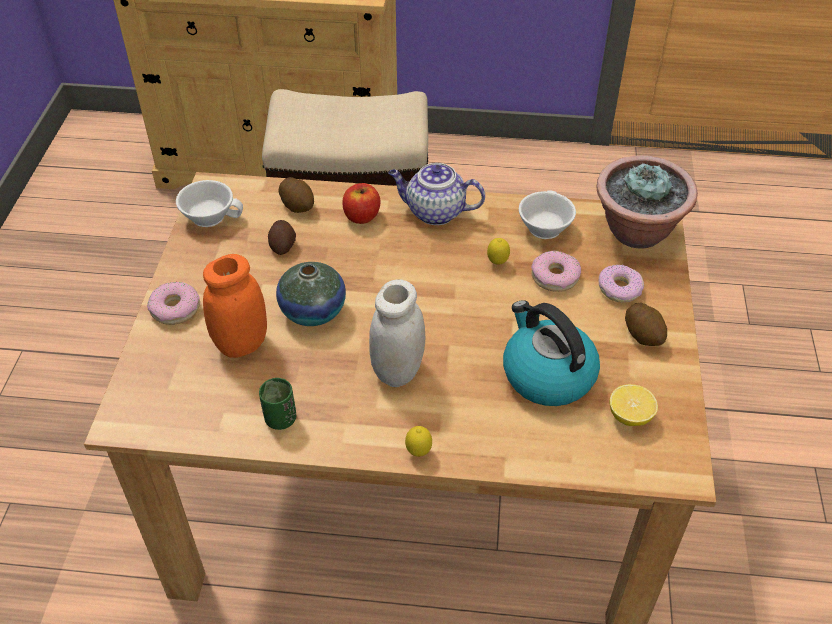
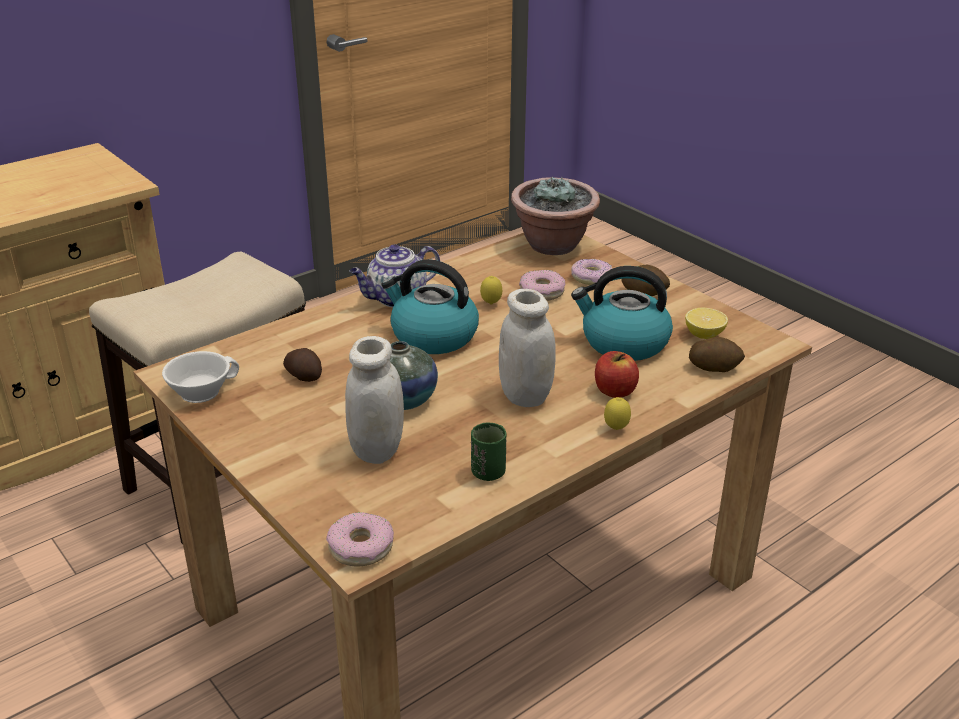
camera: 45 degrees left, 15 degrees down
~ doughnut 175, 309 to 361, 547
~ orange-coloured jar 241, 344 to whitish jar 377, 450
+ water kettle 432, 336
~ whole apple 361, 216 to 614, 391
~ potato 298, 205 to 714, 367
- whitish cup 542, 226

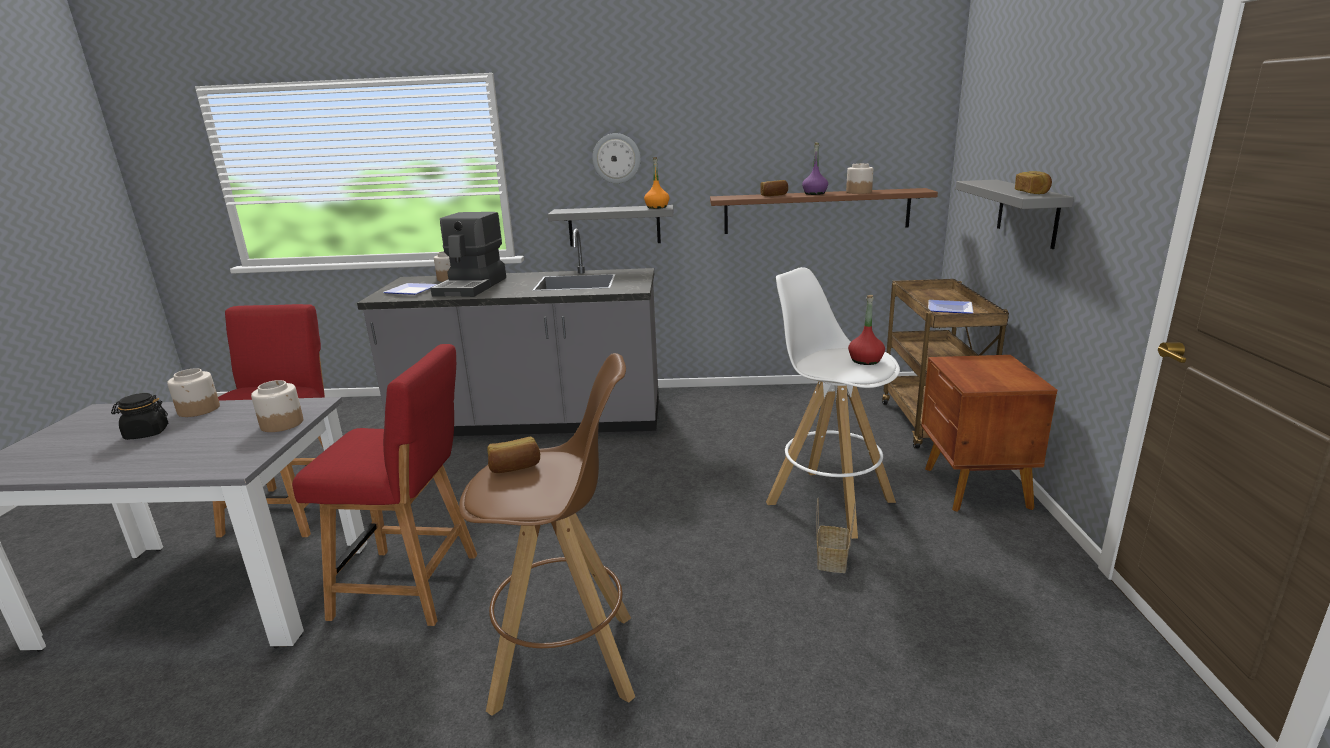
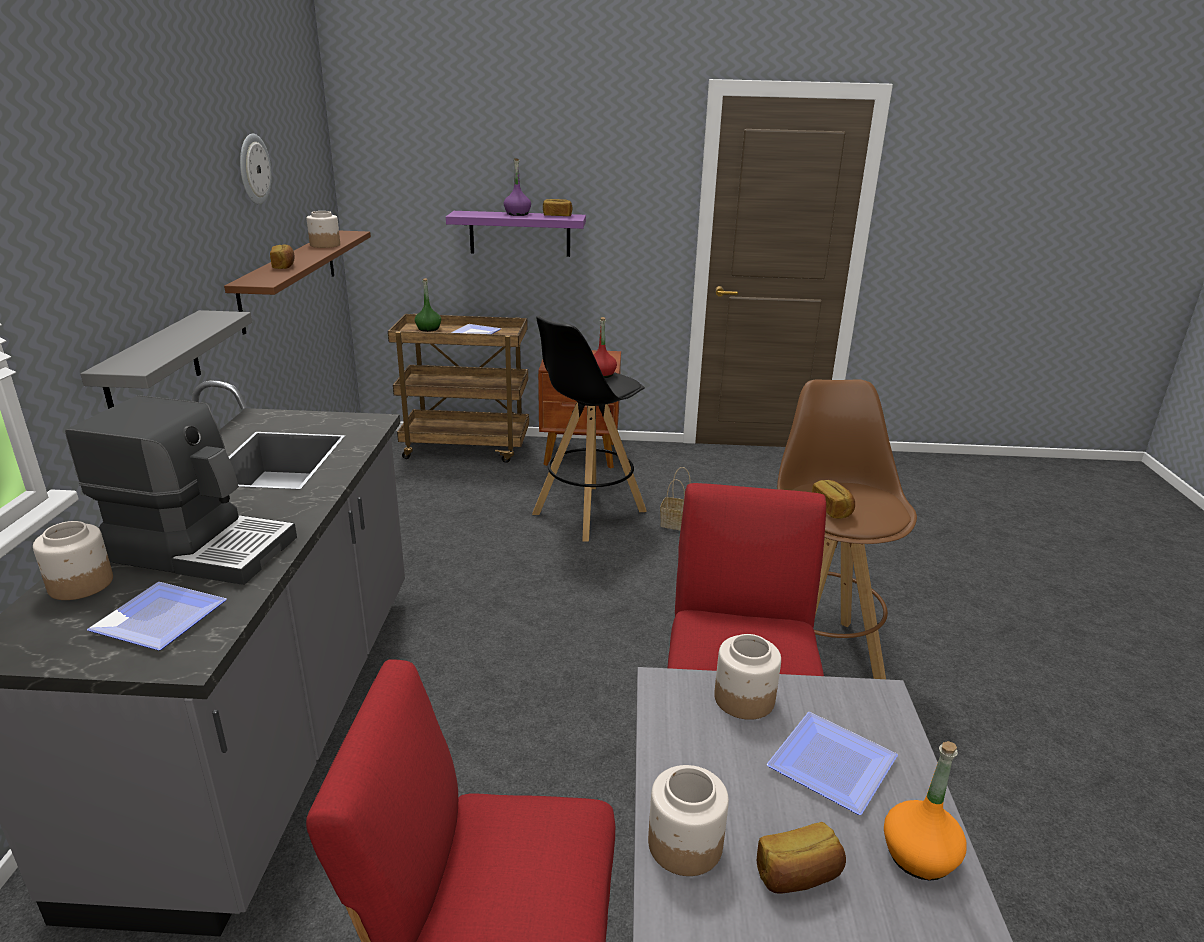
camera: 90 degrees left, 5 degrees up
~ hanging clock 616, 158 to 253, 169
+ green-coloured drink bottle 428, 329
~ greyish bracket shelf 1027, 212 to purple-coloured bracket shelf 520, 233
~ purple-coloured drink bottle 815, 193 to 517, 214
~ whitish sitting stool 828, 501 to black sitting stool 588, 512
~ black jar 146, 433 to bread 798, 876
+ plate 833, 769
~ orange-coloured drink bottle 657, 207 to 918, 856

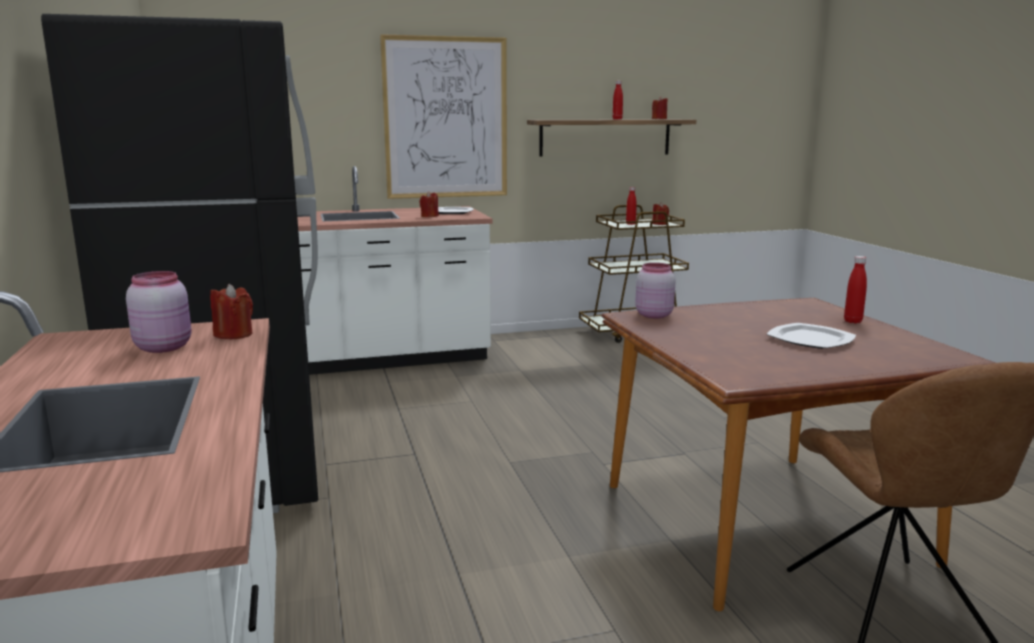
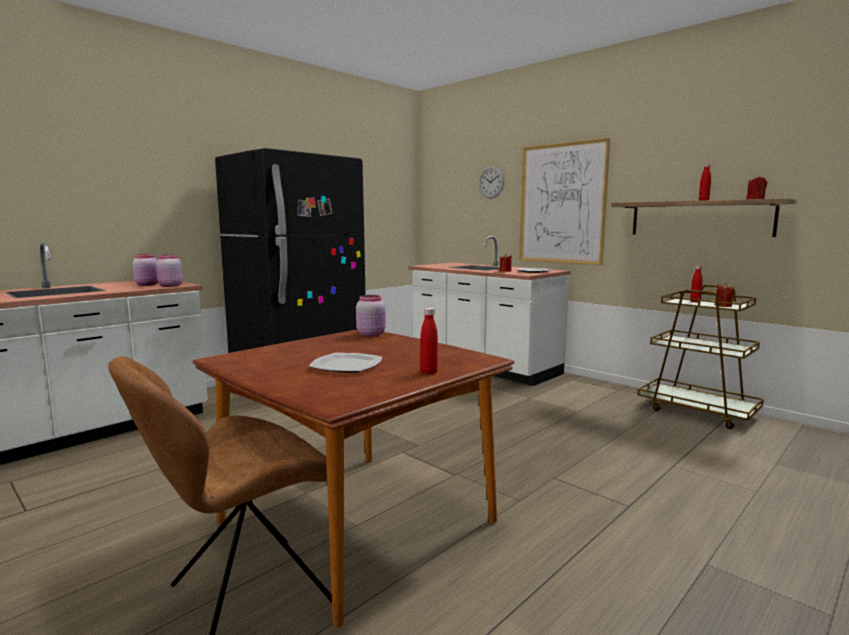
camera: 60 degrees right, 5 degrees down
~ red-coloured wax light 233, 334 to pink jar 169, 286
+ hanging clock 491, 182

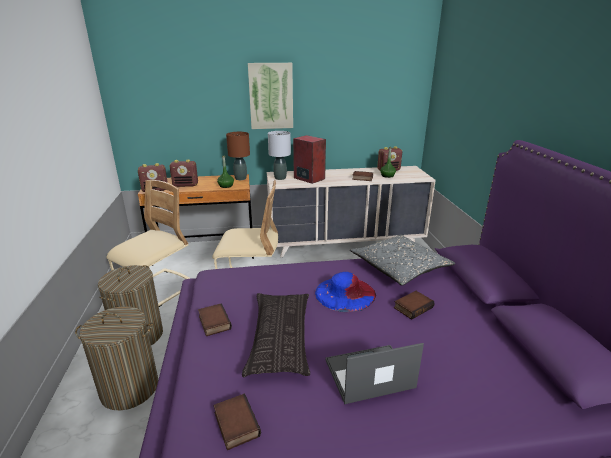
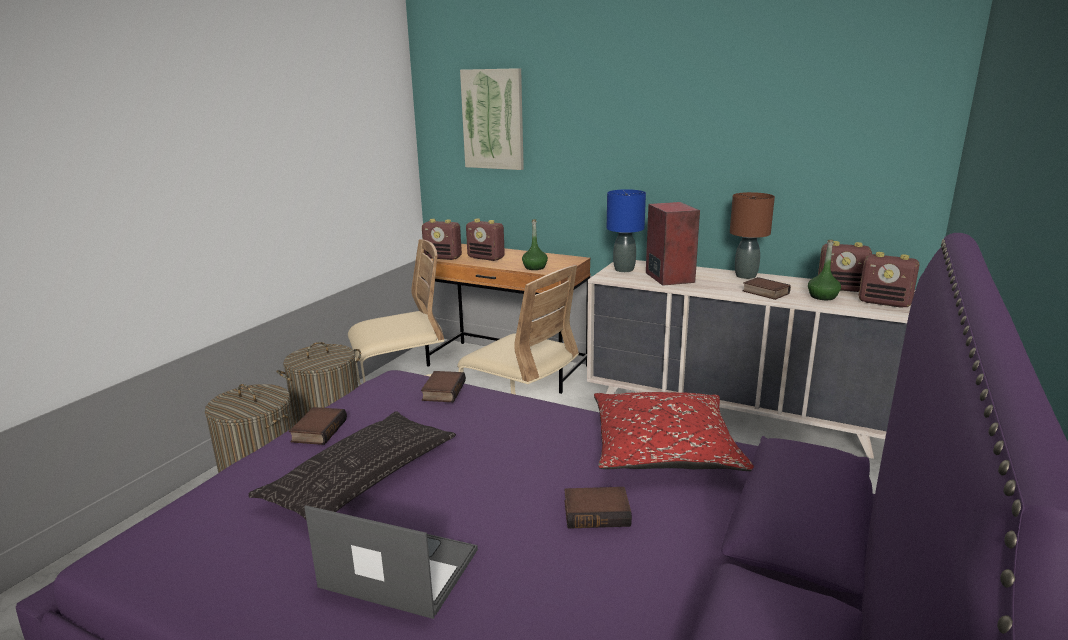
camera: 35 degrees right, 5 degrees down
~ book 235, 424 to 442, 391
~ wall art 271, 96 to 493, 119
~ greyish cushion 399, 268 to red-coloured cushion 664, 450
~ greyish lamp for a table 280, 178 to blue-coloured lamp for a table 624, 269
~ brownish lamp for a table 240, 178 to 745, 276
+ radio set 885, 303
- blue-coloured wearable hat 345, 293

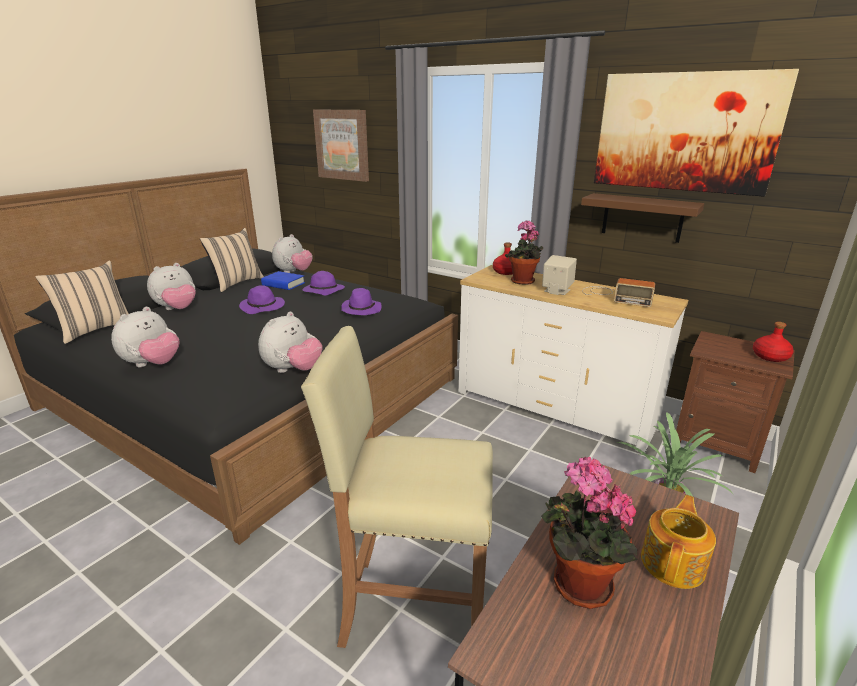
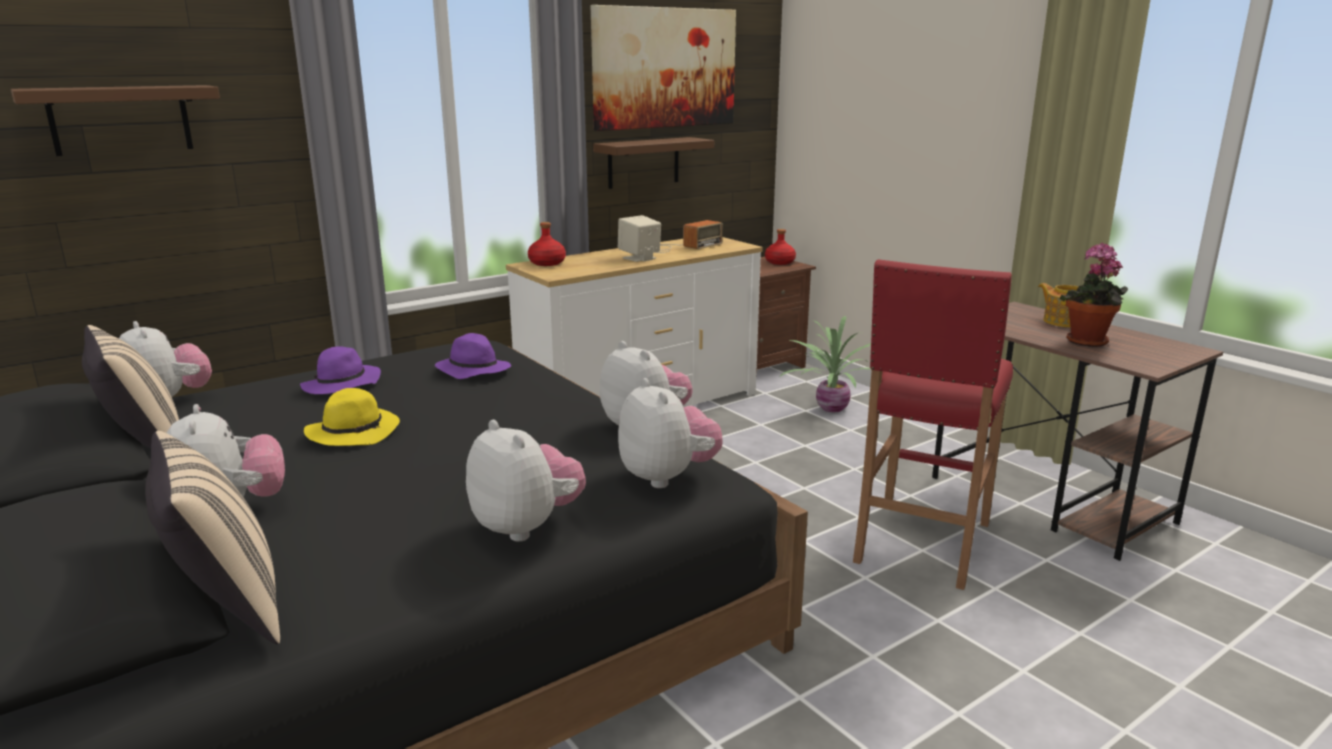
camera: 70 degrees left, 5 degrees down
~ wall art 342, 145 to brownish bracket shelf 120, 119
~ purple-coloured wearable hat 263, 307 to yellowish wearable hat 354, 432
+ cuddly toy 667, 477
~ sand-coloured sitting stool 413, 607 to red-coloured sitting stool 921, 543
- blue-coloured book 283, 284
- potted plant 522, 282

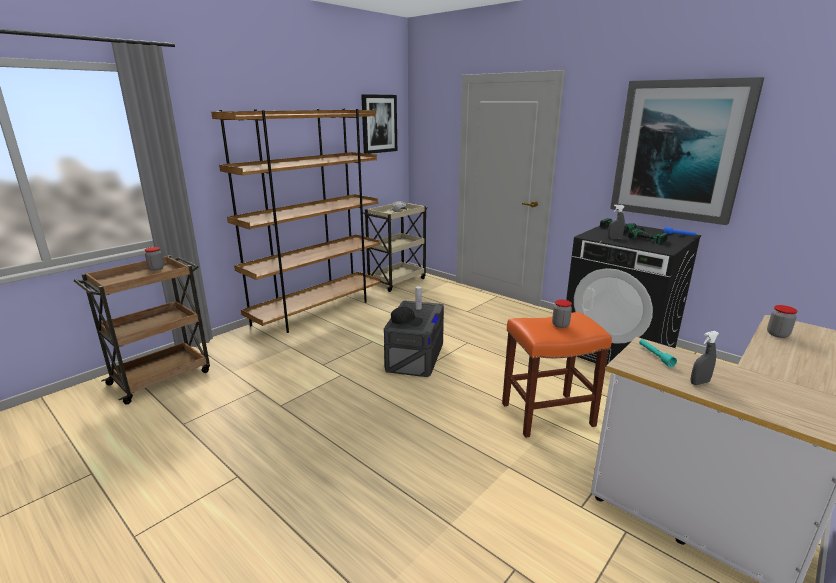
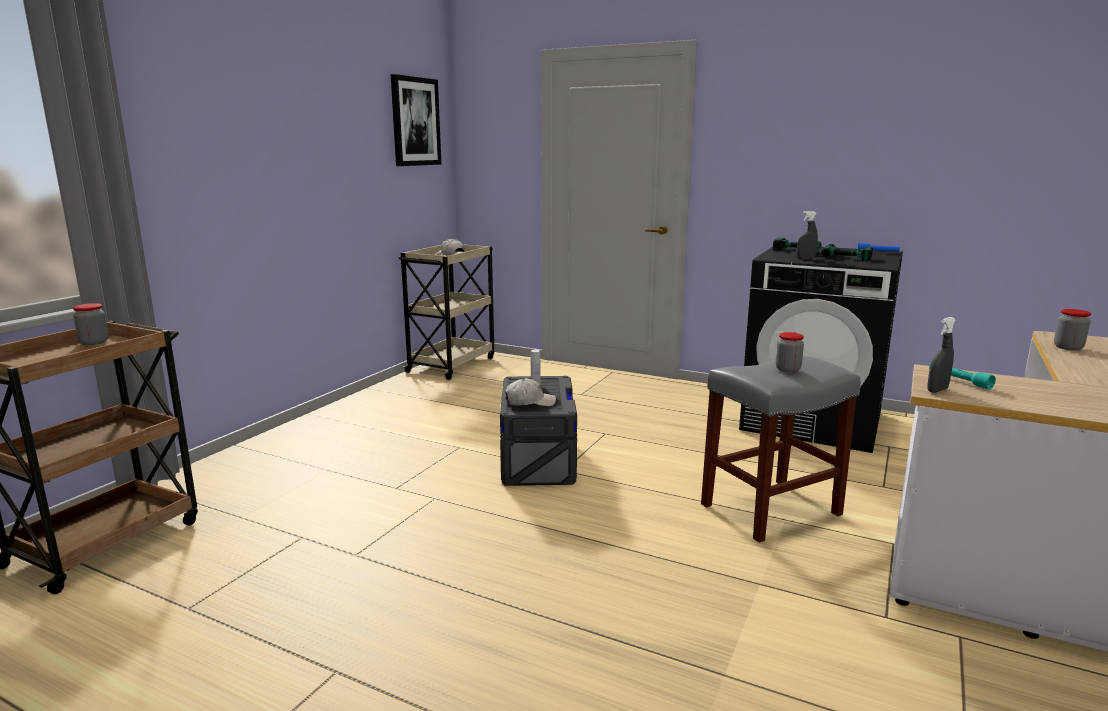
camera: 15 degrees left, 5 degrees down
~ black cap 406, 321 to whitish cap 530, 402
~ orange-coloured sitting stool 548, 414 to greyish sitting stool 771, 508
~ greyish spray bottle 699, 383 to 937, 390
- brownish bookshelf 317, 310
- wall art 679, 150

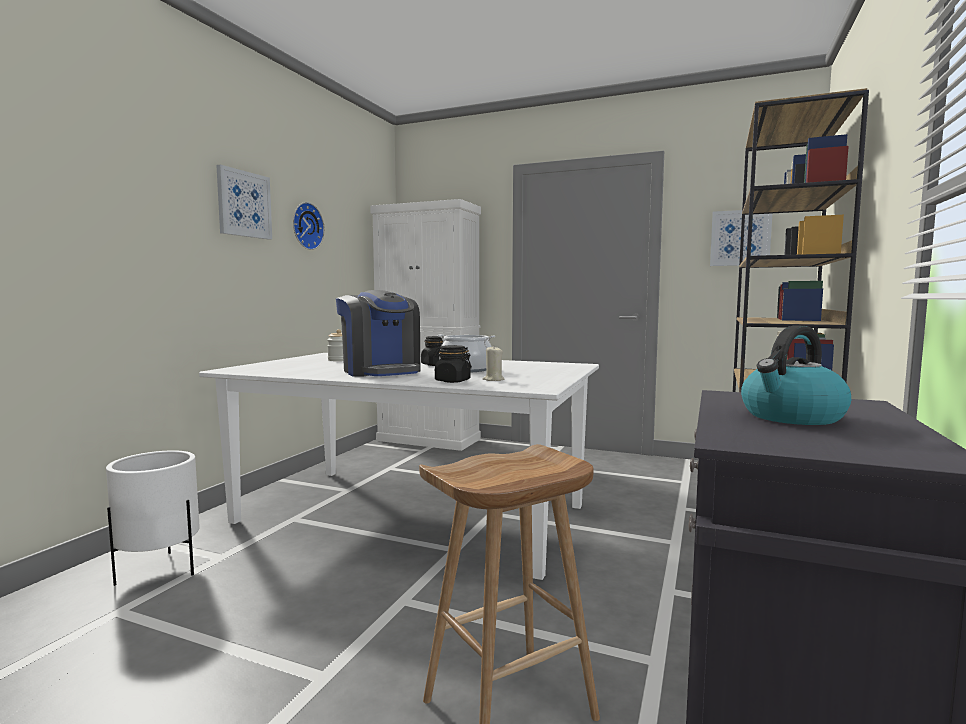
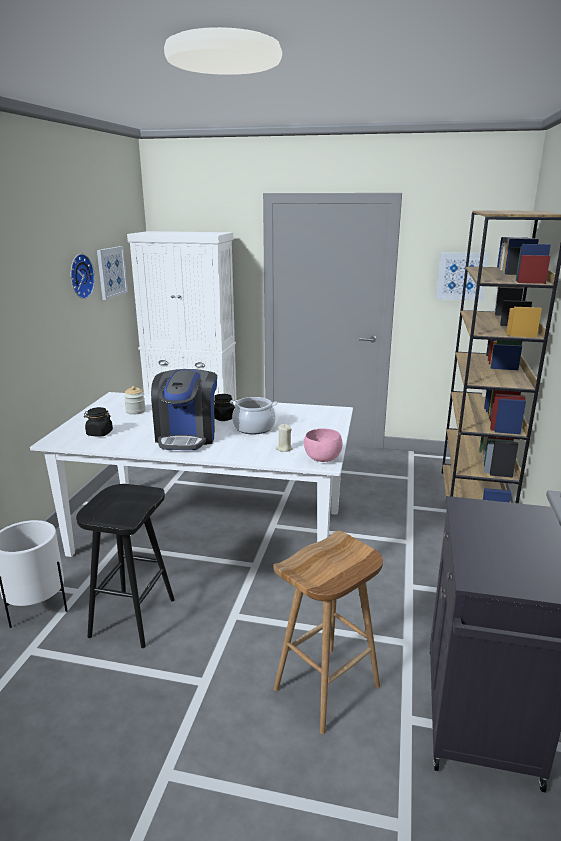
camera: 10 degrees left, 15 degrees up
+ black sitting stool 132, 616
~ black jar 452, 381 to 99, 433
~ wall art 244, 204 to 111, 272
~ coffee maker 381, 371 = 187, 436 45 degrees clockwise
+ pink deep dish 322, 459
- water kettle 792, 417

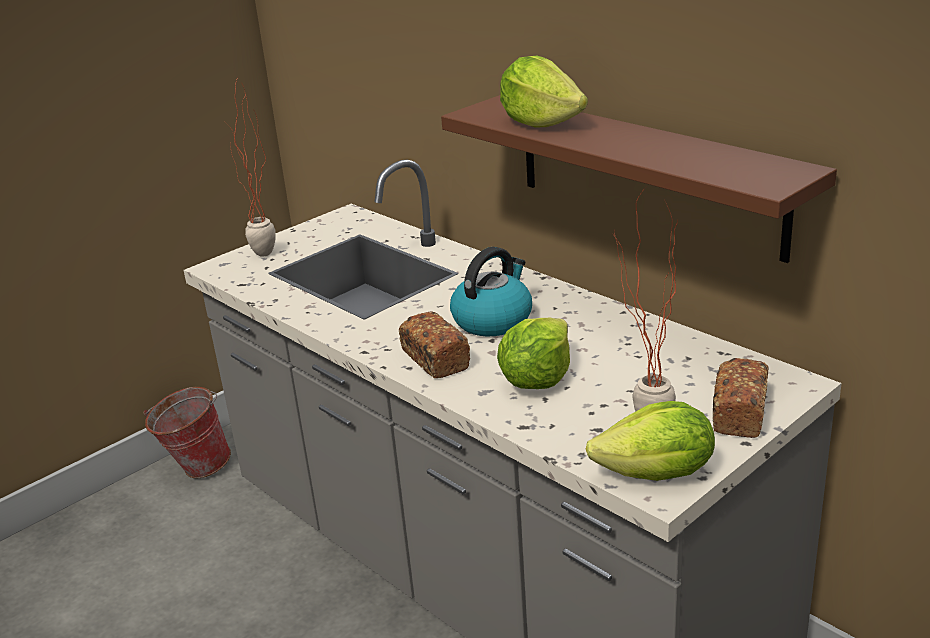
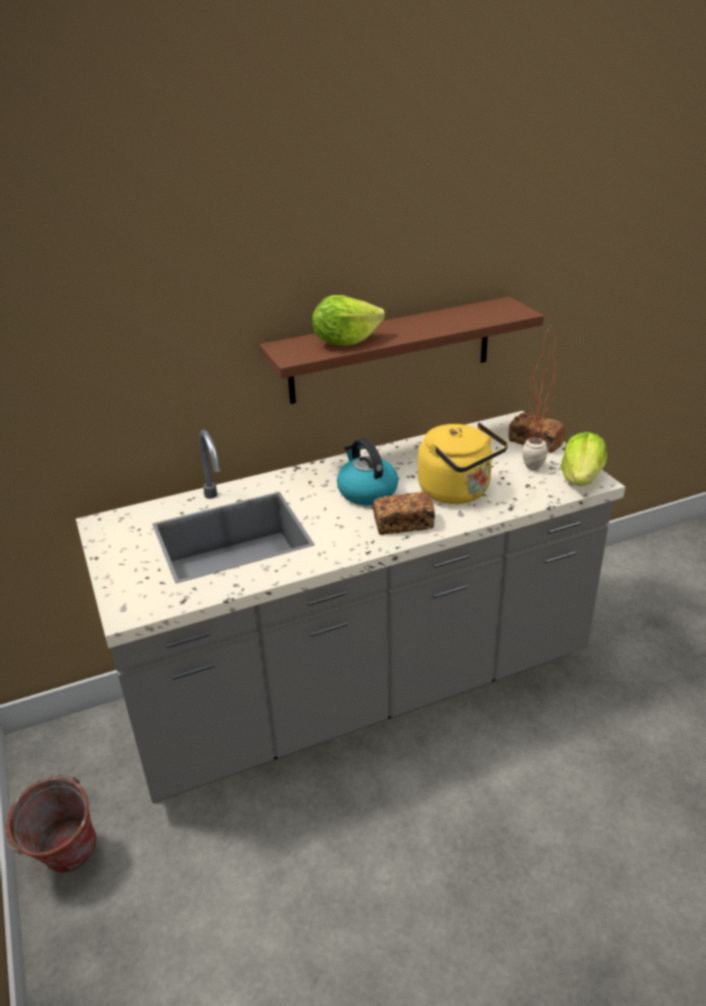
camera: 70 degrees left, 5 degrees up
~ head of lettuce 537, 379 to yellowish water kettle 458, 492
- potted plant 264, 258

